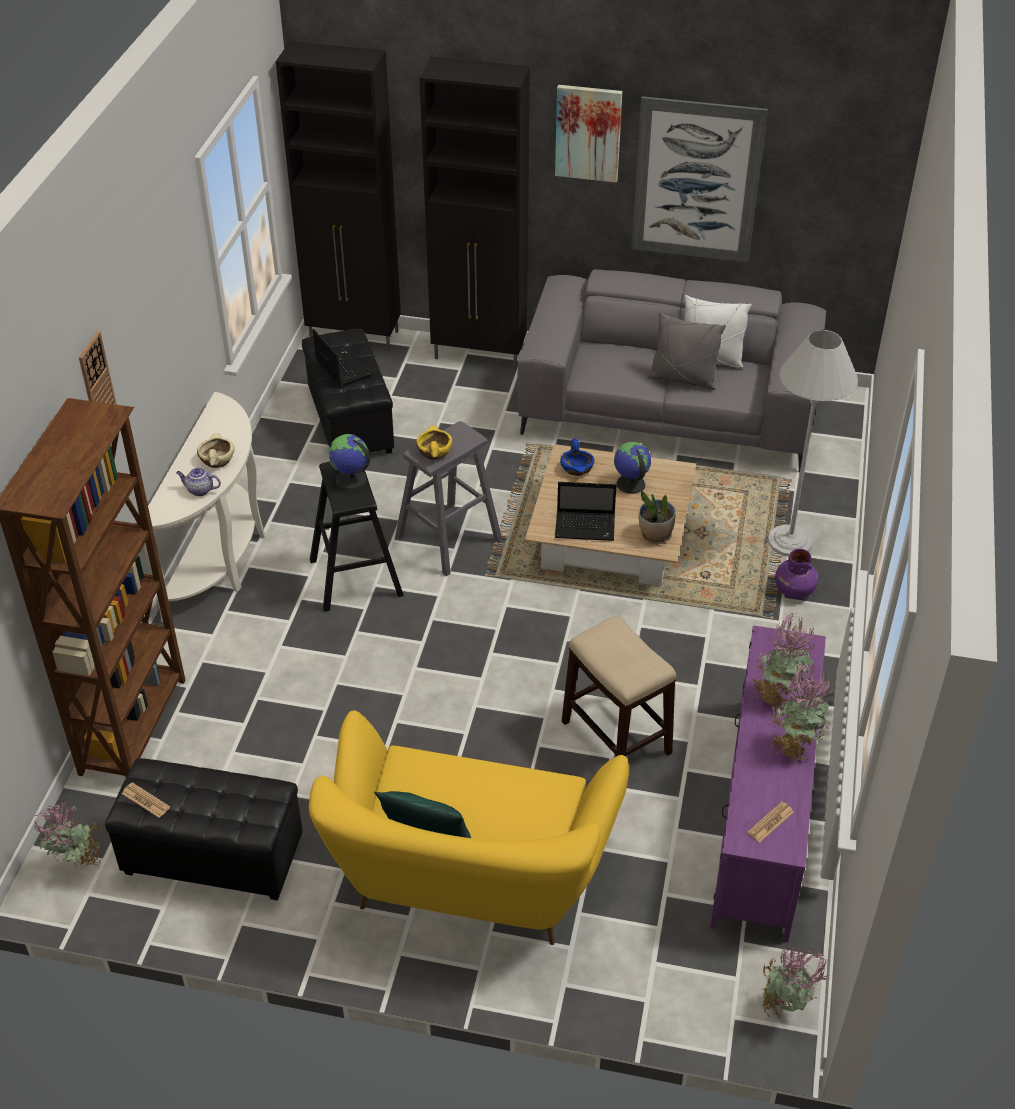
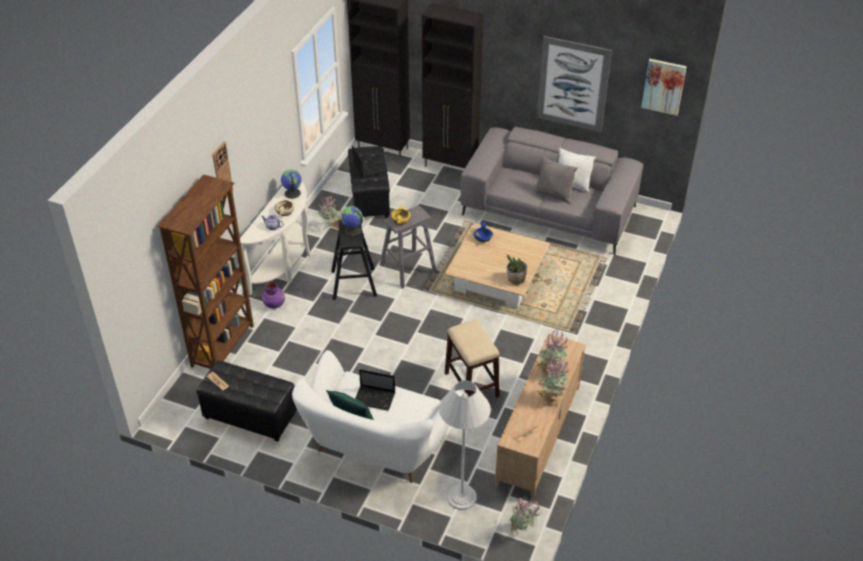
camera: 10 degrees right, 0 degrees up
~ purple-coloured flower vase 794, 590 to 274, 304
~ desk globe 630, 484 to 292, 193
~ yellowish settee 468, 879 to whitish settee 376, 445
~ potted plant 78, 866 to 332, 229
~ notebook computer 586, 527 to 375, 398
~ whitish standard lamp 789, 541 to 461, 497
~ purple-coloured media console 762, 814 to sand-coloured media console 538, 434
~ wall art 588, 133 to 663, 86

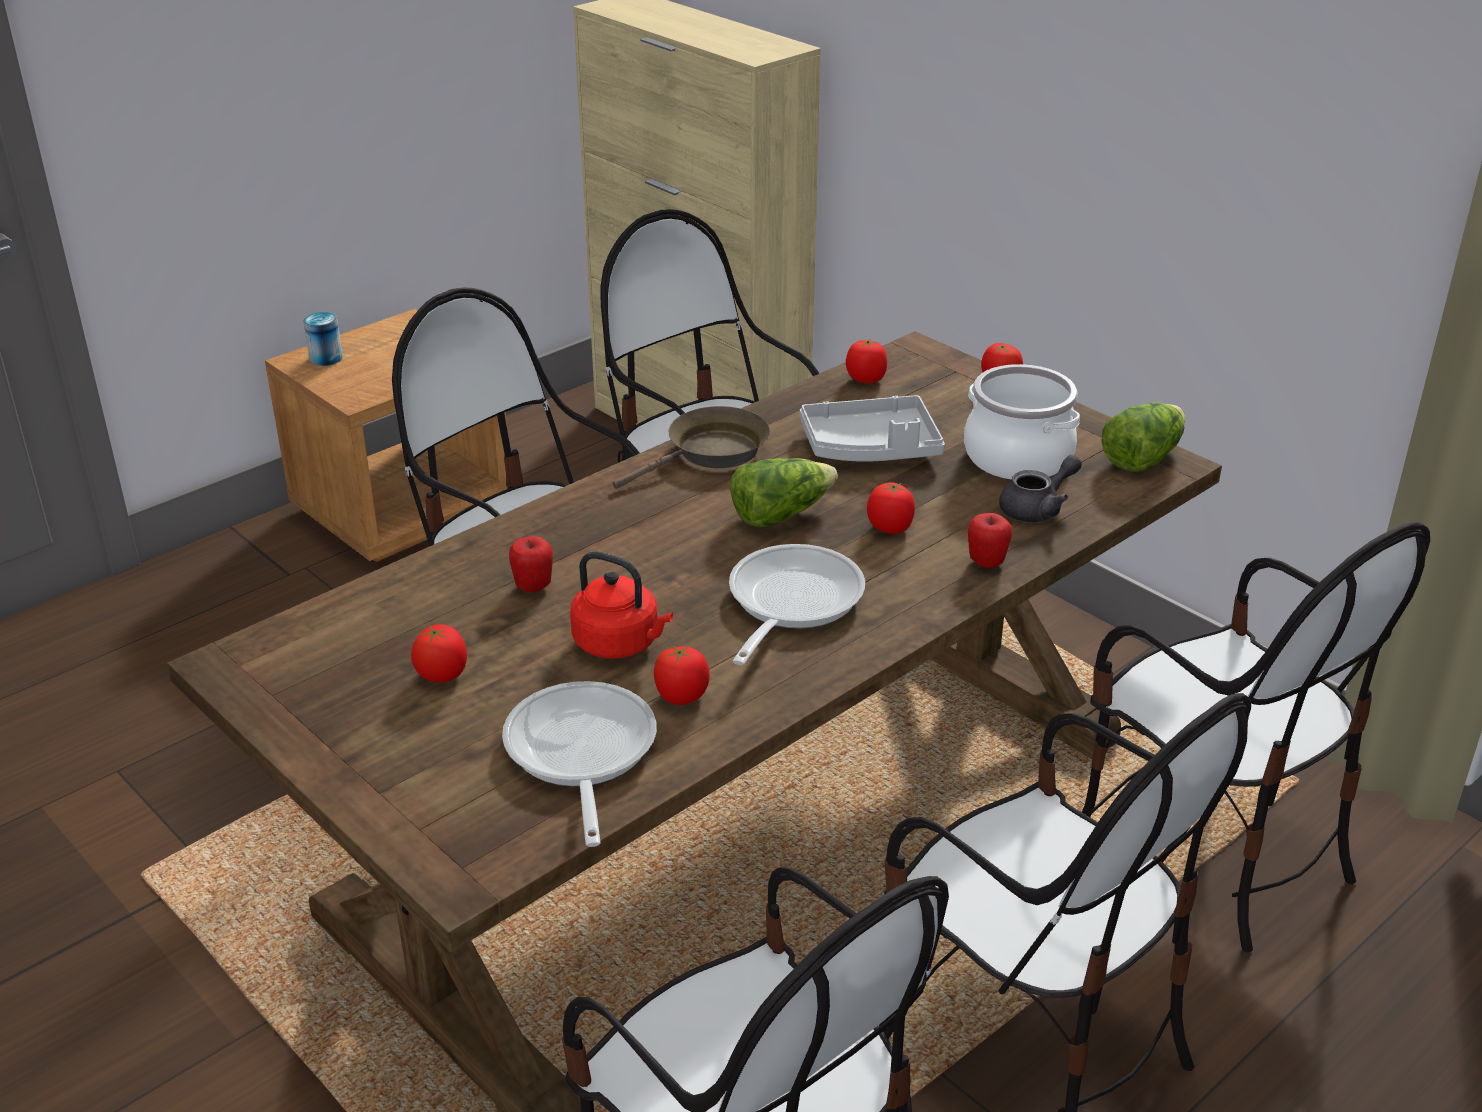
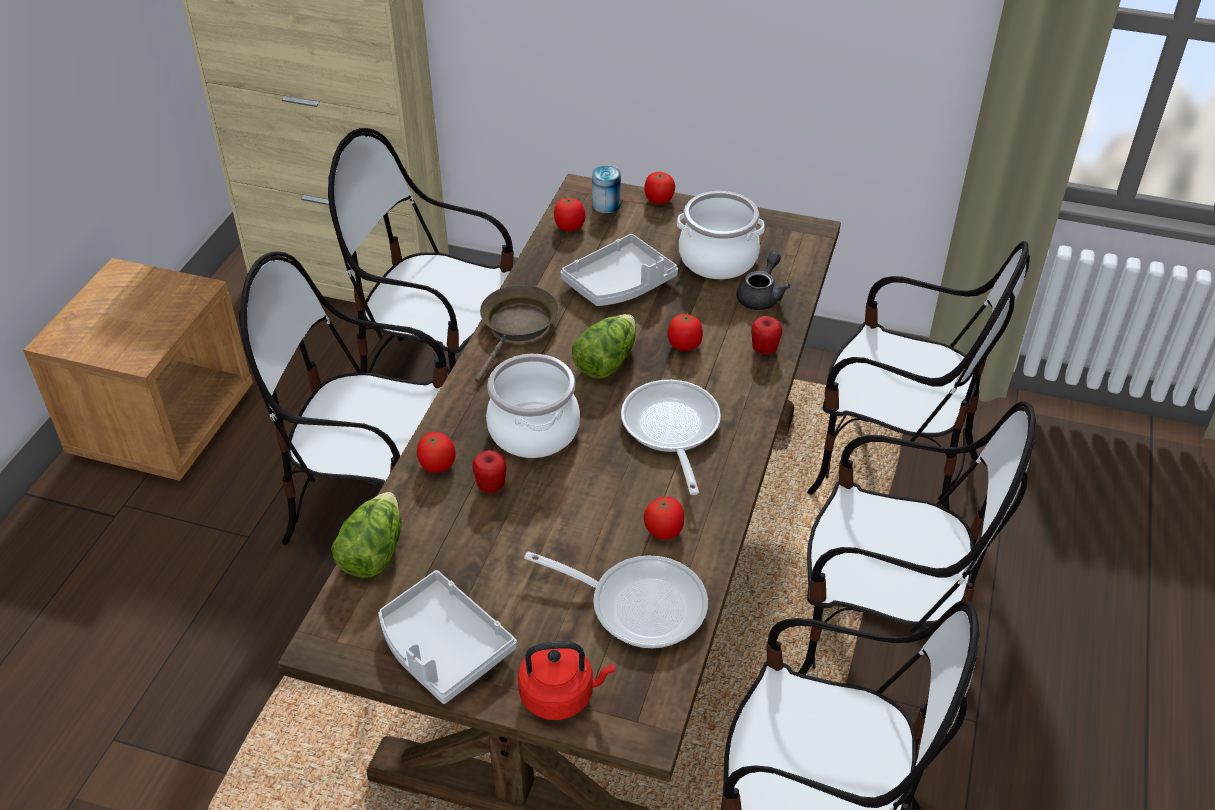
camera: 30 degrees left, 10 degrees up
~ head of lettuce 1142, 457 to 372, 551
+ greyish tray 442, 647
~ fresh tomato 442, 674 to 437, 465
+ saucepot 532, 430
~ red-coloured water kettle 620, 644 to 561, 695
~ frying pan 580, 755 = 638, 604 150 degrees clockwise
~ can 326, 358 to 606, 205

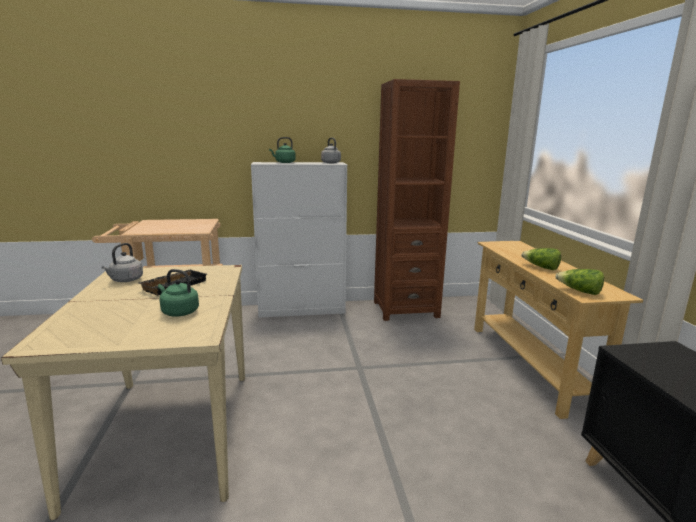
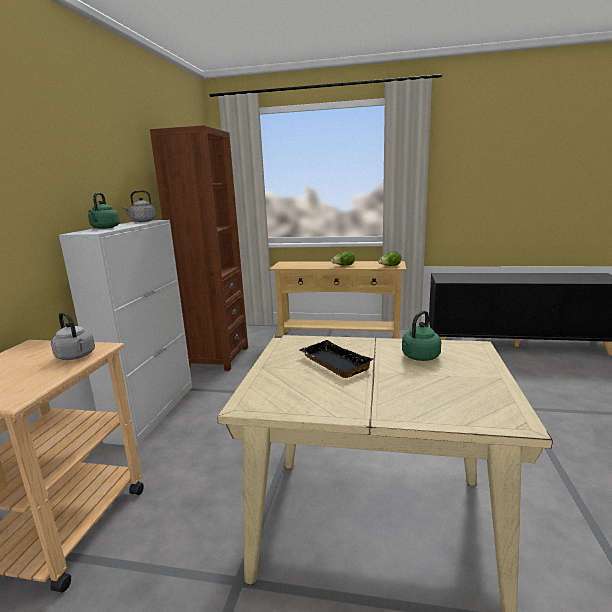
camera: 70 degrees left, 0 degrees up
~ greyish water kettle 125, 280 to 76, 356

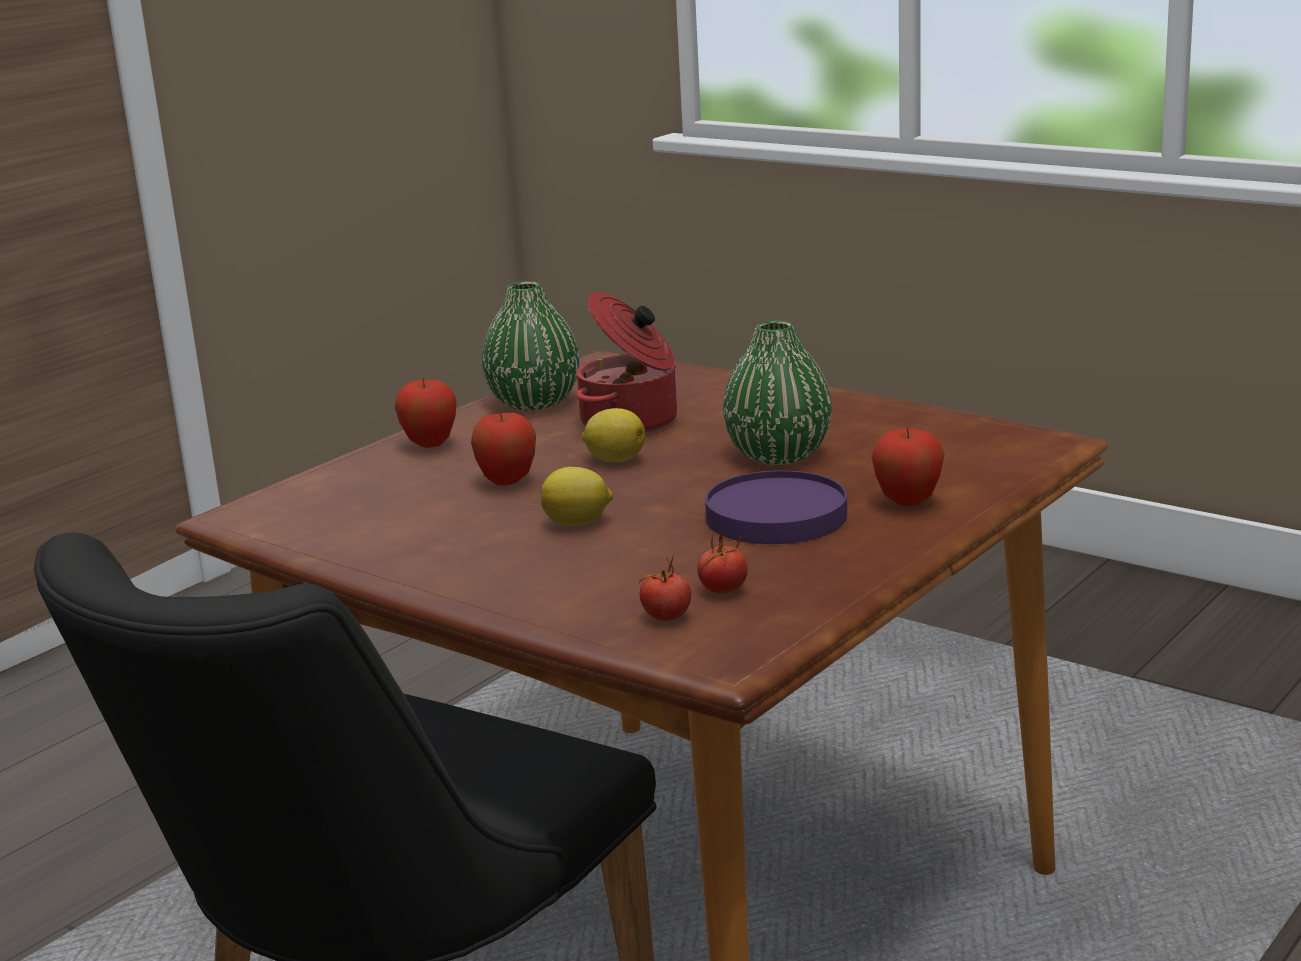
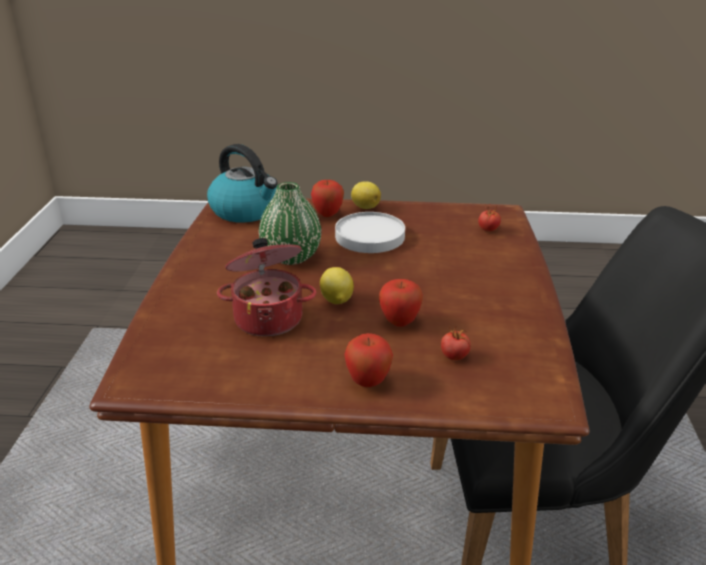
camera: 125 degrees left, 10 degrees up
+ water kettle 246, 210
~ purple-coloured plate 777, 516 to whitish plate 369, 236
~ citrus fruit 578, 523 to 365, 207
~ fresh tomato 723, 591 to 454, 356
- green-coloured flower vase 534, 402

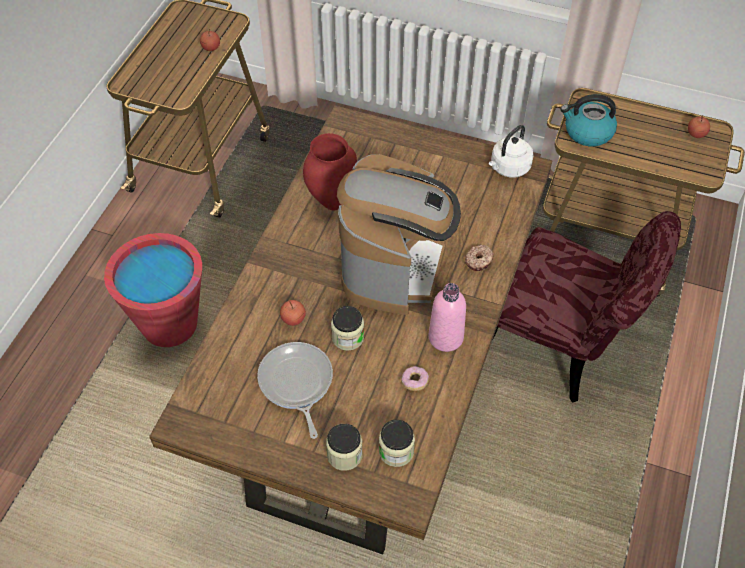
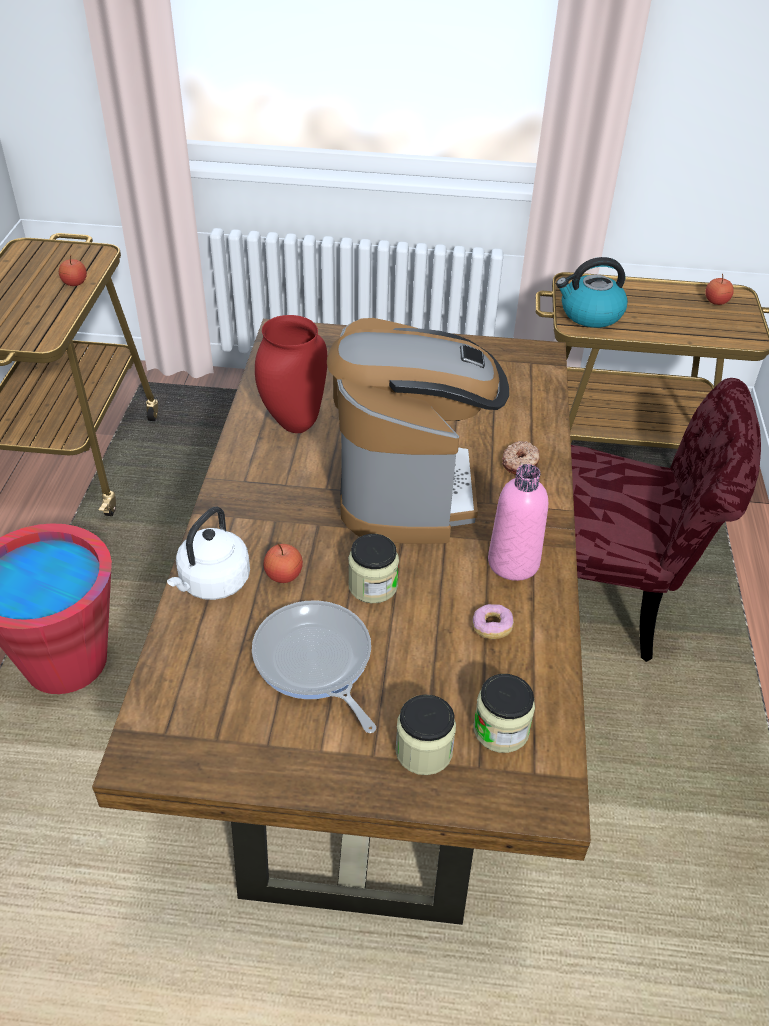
camera: 15 degrees left, 10 degrees down
~ whitish water kettle 508, 168 to 212, 583

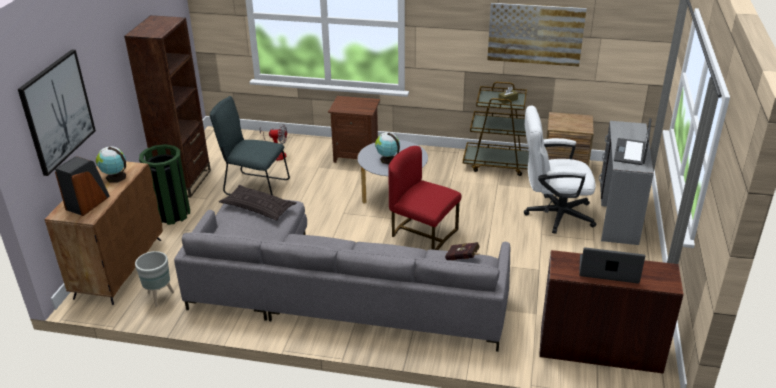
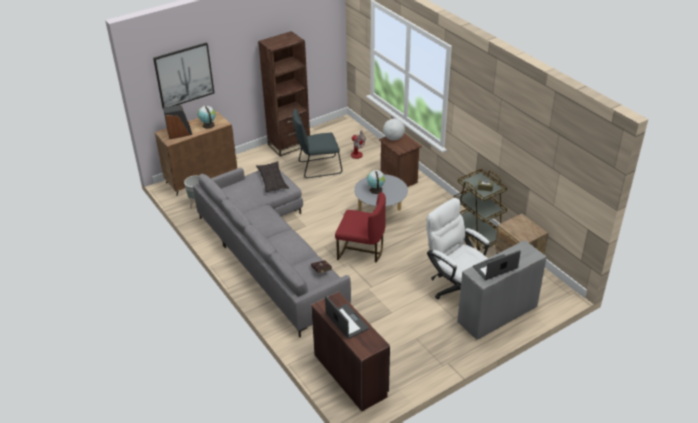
camera: 45 degrees right, 5 degrees up
~ greyish chair 254, 187 = 318, 168 75 degrees counterclockwise
~ red-coloured chair 423, 235 = 361, 250 120 degrees clockwise
+ desk globe 393, 138
- green-coloured trash can 171, 214
- wall art 535, 34

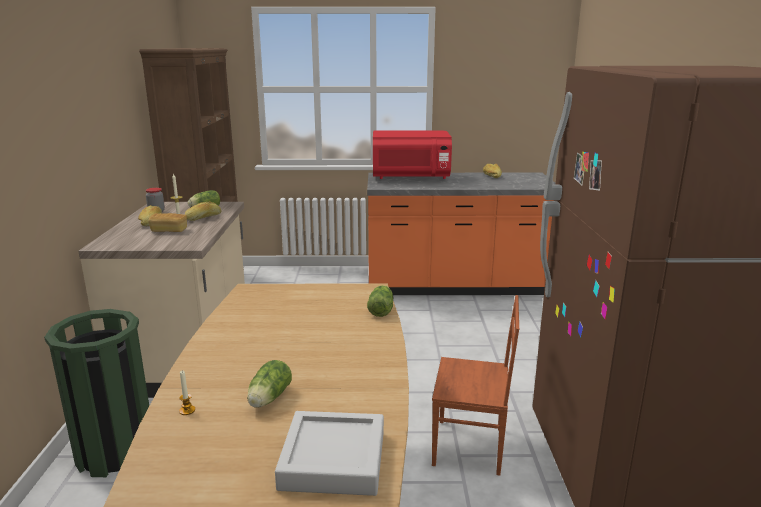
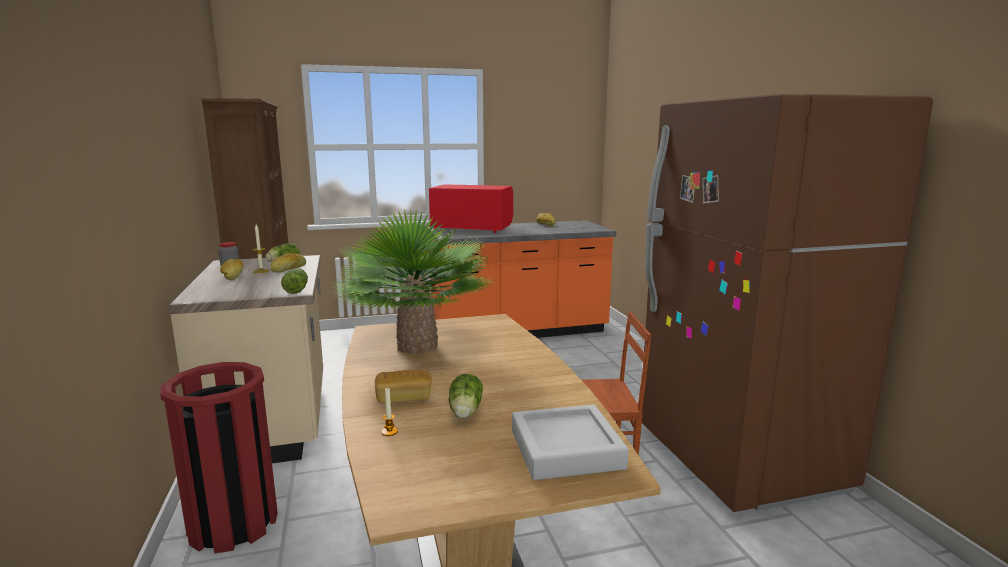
camera: 15 degrees left, 5 degrees down
~ green-coloured trash can 116, 451 to red-coloured trash can 233, 524
~ head of lettuce 381, 309 to 297, 289
+ potted plant 417, 346
~ bread 169, 230 to 404, 398
~ red-coloured microwave 410, 177 = 472, 228 150 degrees counterclockwise

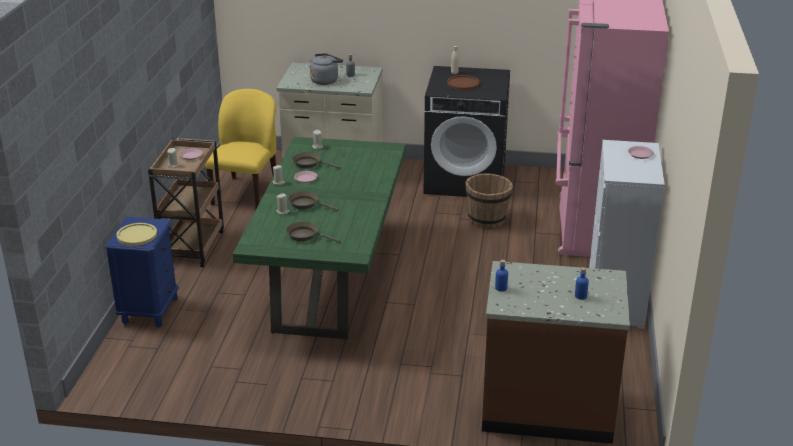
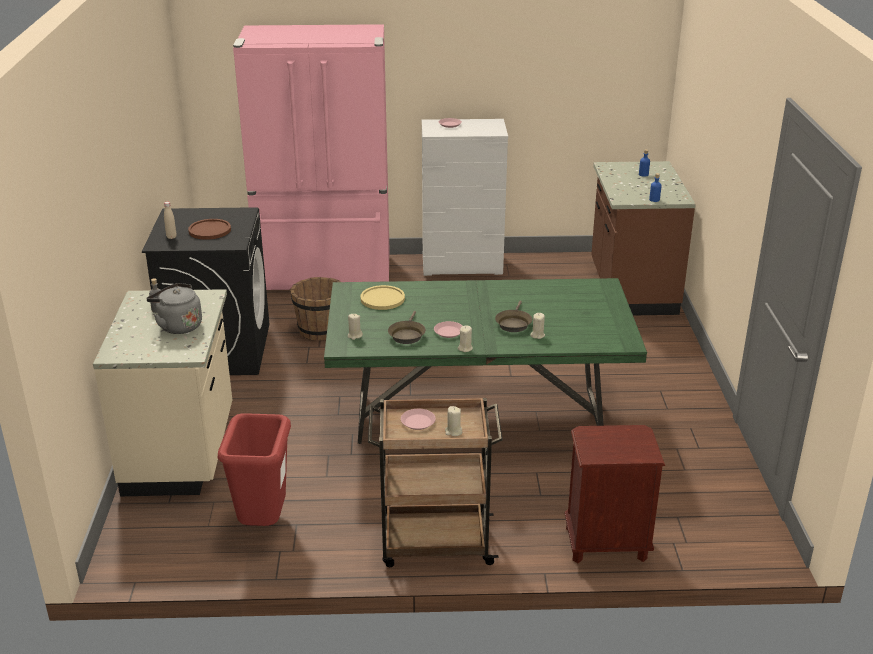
camera: 100 degrees left, 0 degrees up
~ yellowish chair 246, 193 to red-coloured trash can 263, 523
~ yellowish plate 137, 235 to 382, 299
~ blue-coloured night table 150, 310 to brownish night table 605, 544
- brownish frying pan 305, 236

